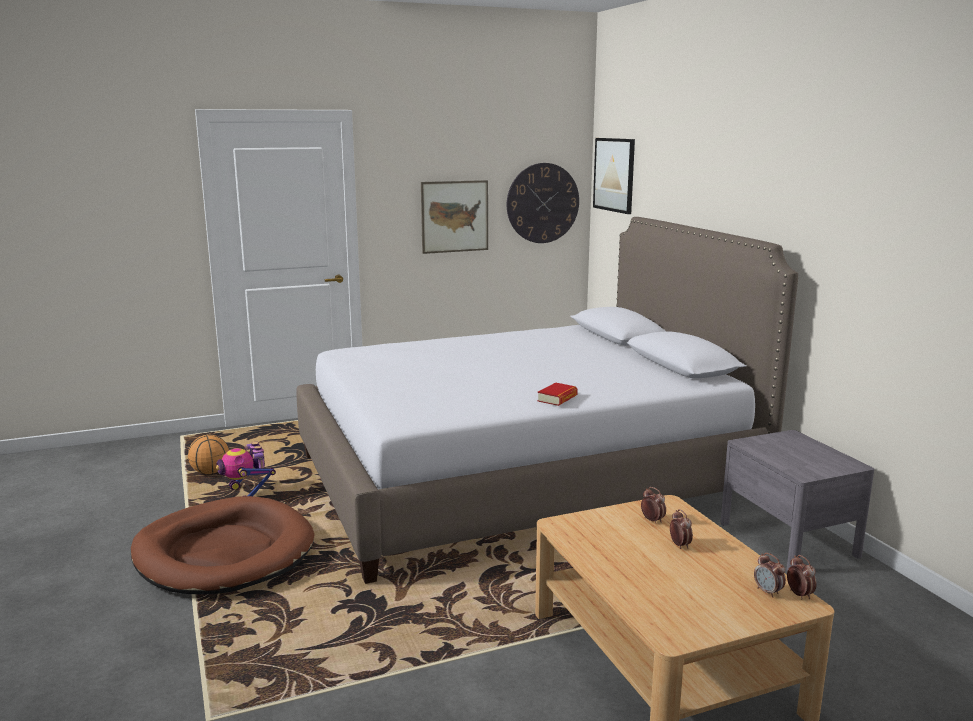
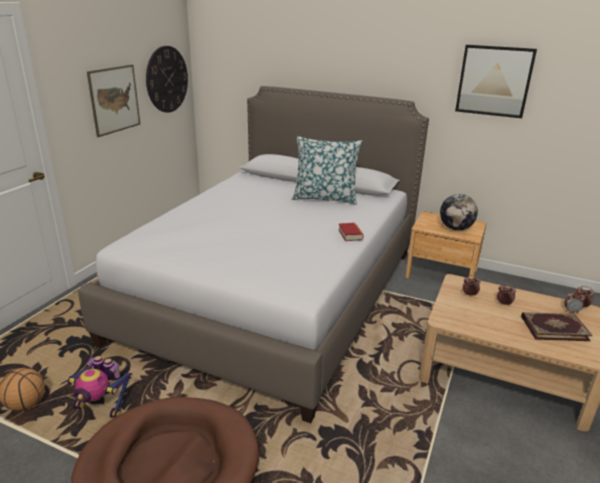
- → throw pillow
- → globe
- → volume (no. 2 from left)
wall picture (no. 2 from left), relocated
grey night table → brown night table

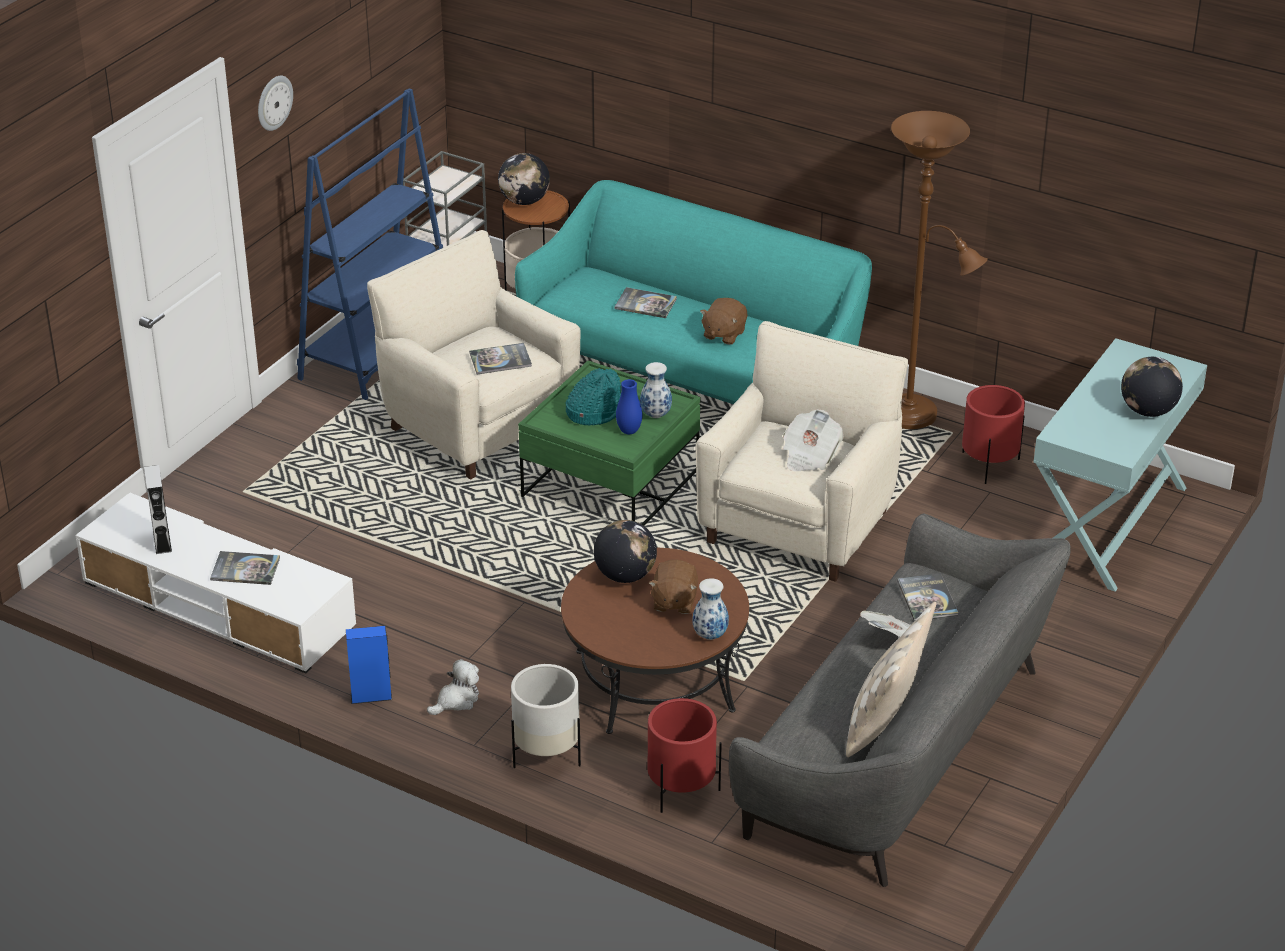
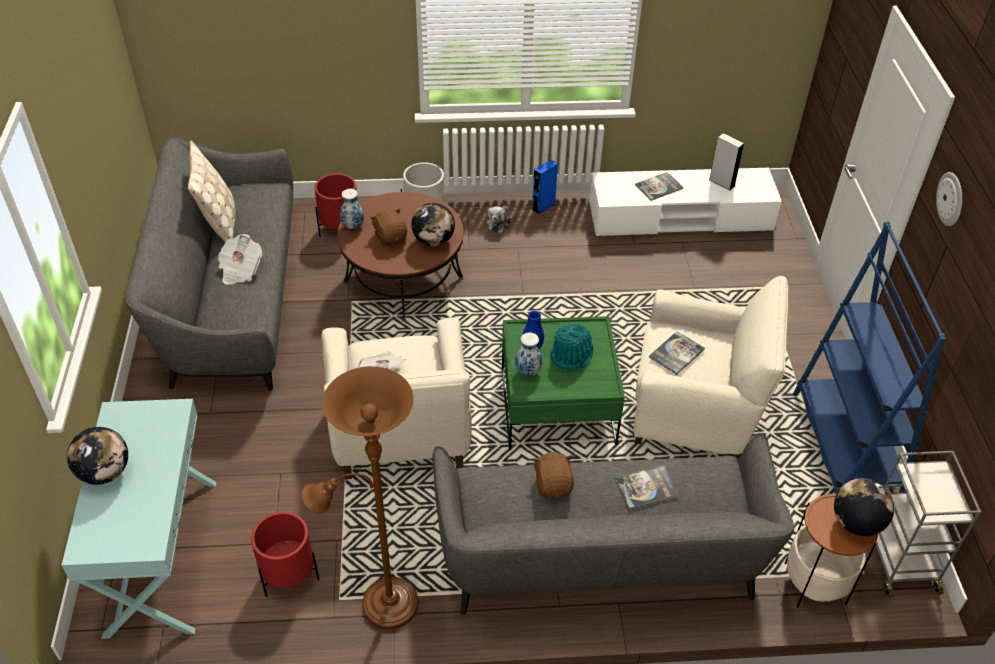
volume (no. 4 from left) → -
turquoise-coloured sofa → grey sofa (no. 2 from left)

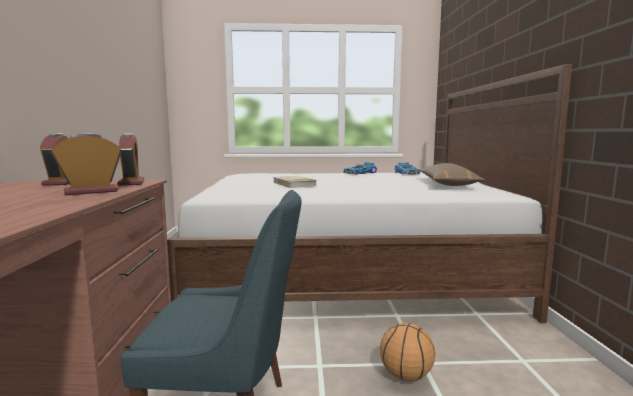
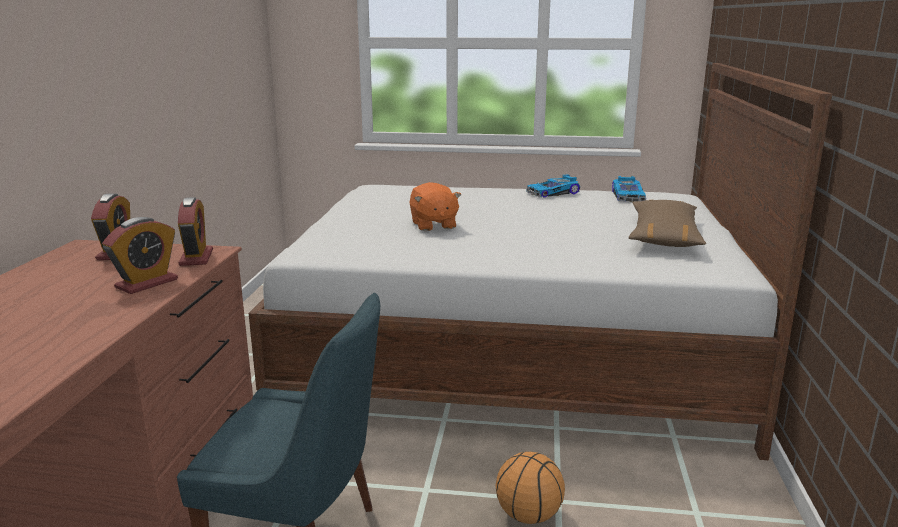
volume → orangey cuddly toy
alarm clock (no. 2 from left), 150 degrees clockwise

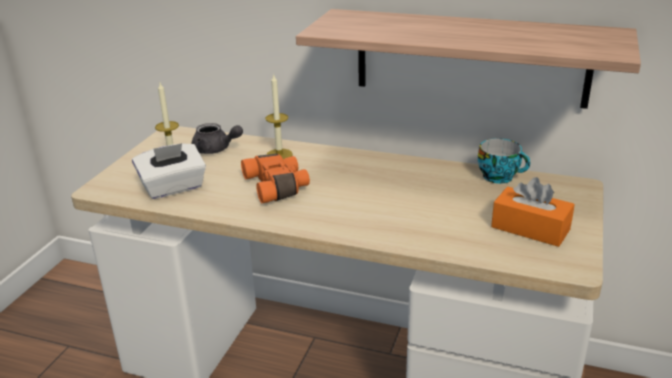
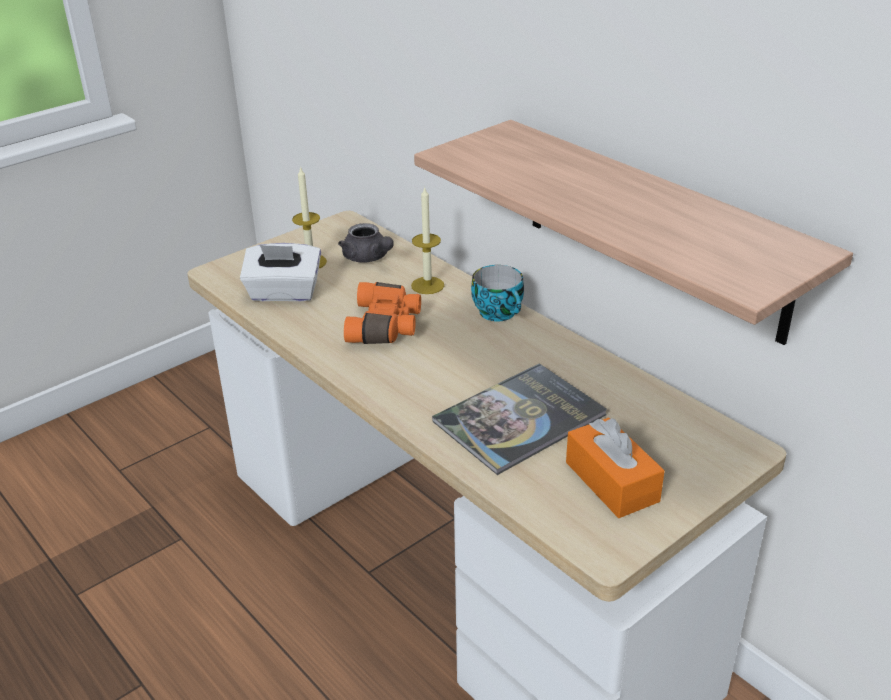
- → volume
small cup, relocated

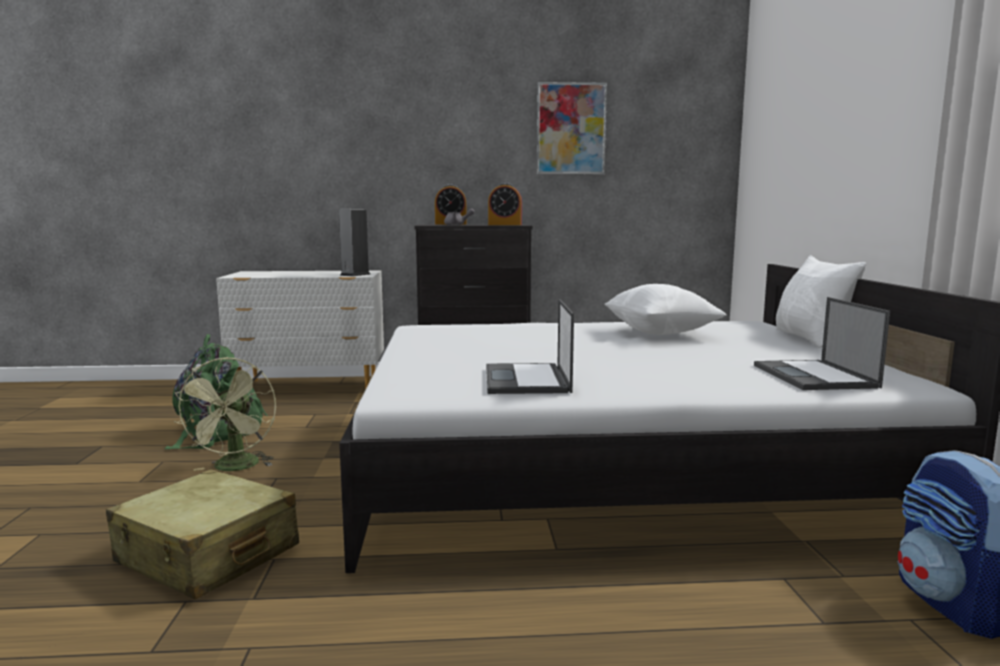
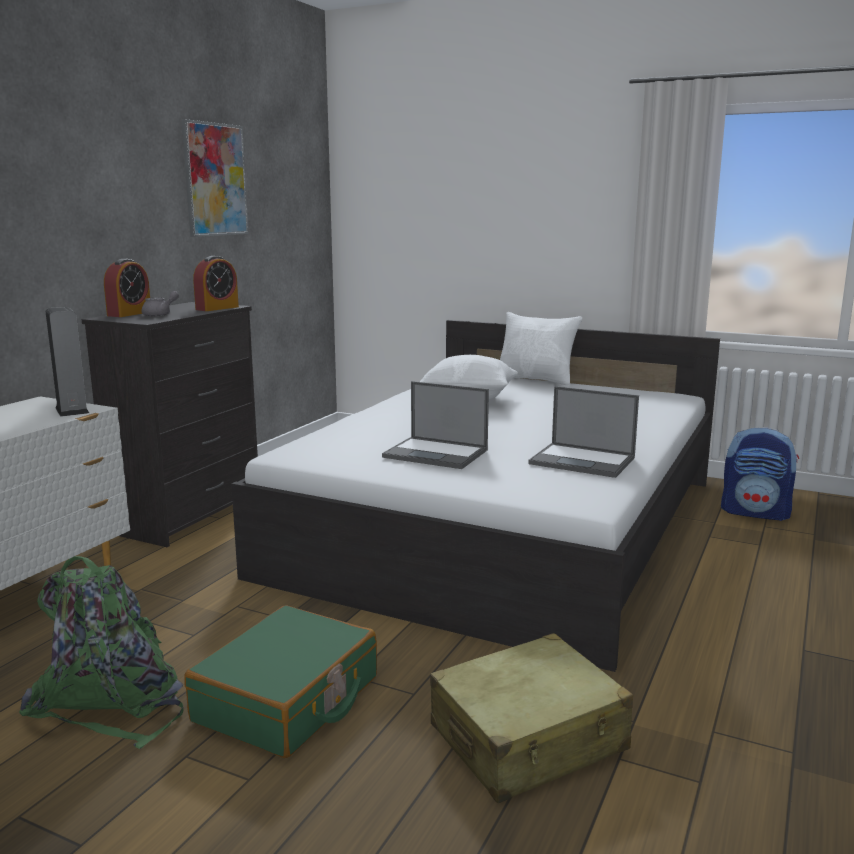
notebook computer (no. 2 from left in the first image) → notebook computer (no. 1 from left), relocated
green-coloured cooling fan → green-coloured travel case

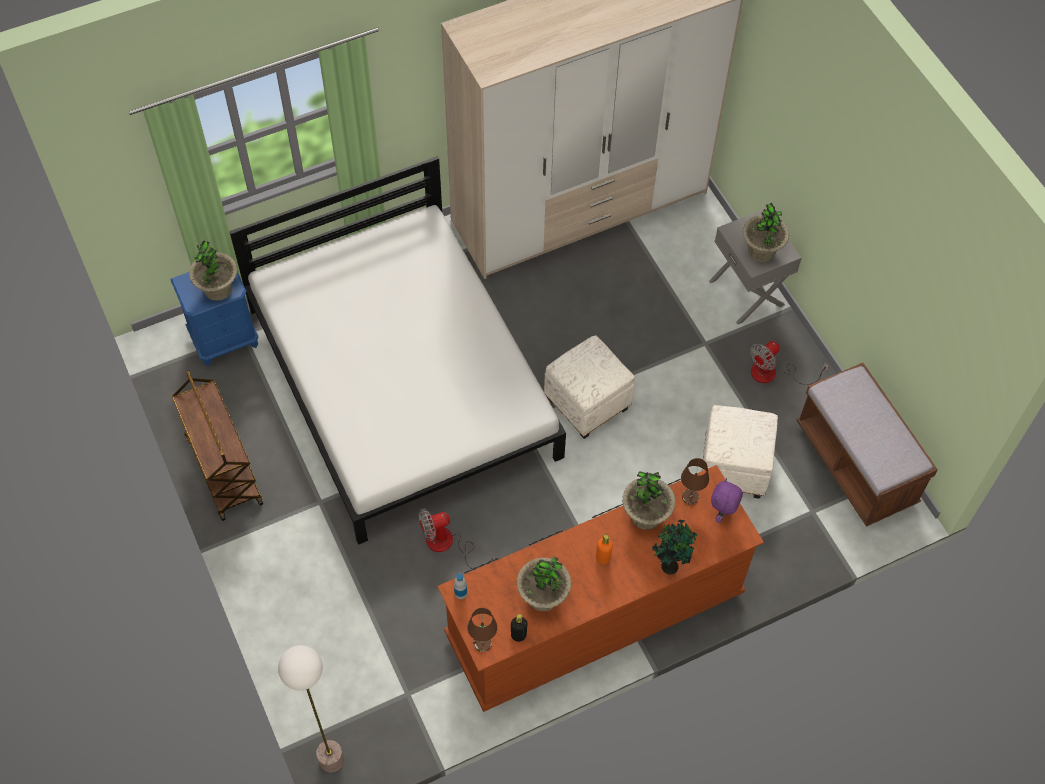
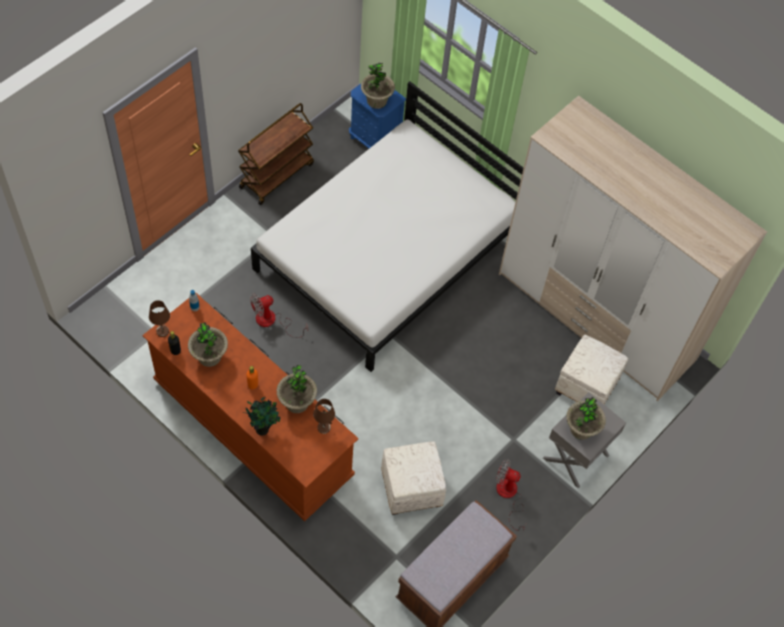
standing lamp → -
purplish cuddly toy → -
white-coloured pouffe (no. 1 from left in the first image) → white-coloured pouffe (no. 2 from left), relocated
cooling fan (no. 1 from left), 75 degrees counterclockwise

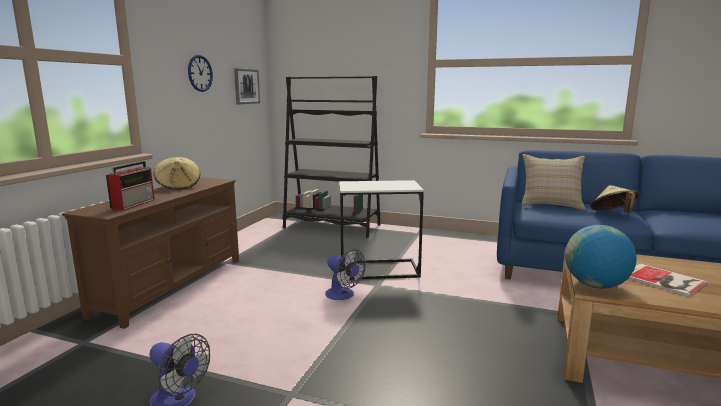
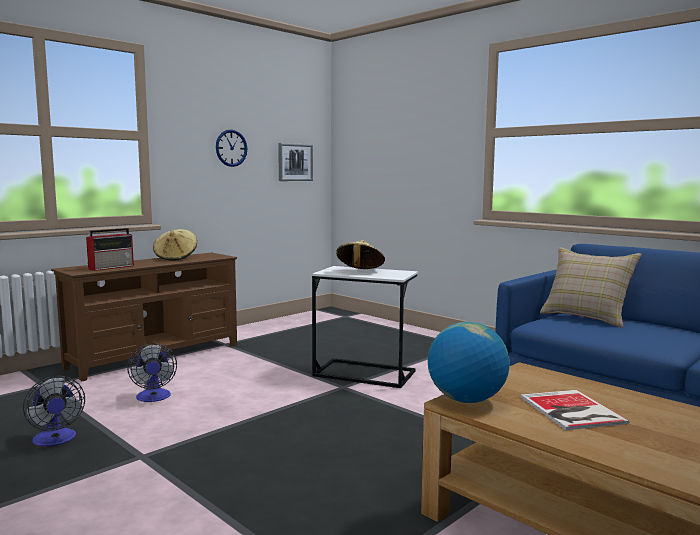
black bookcase → -
cooling fan (no. 2 from left), relocated
beige clothing hat (no. 2 from left), relocated

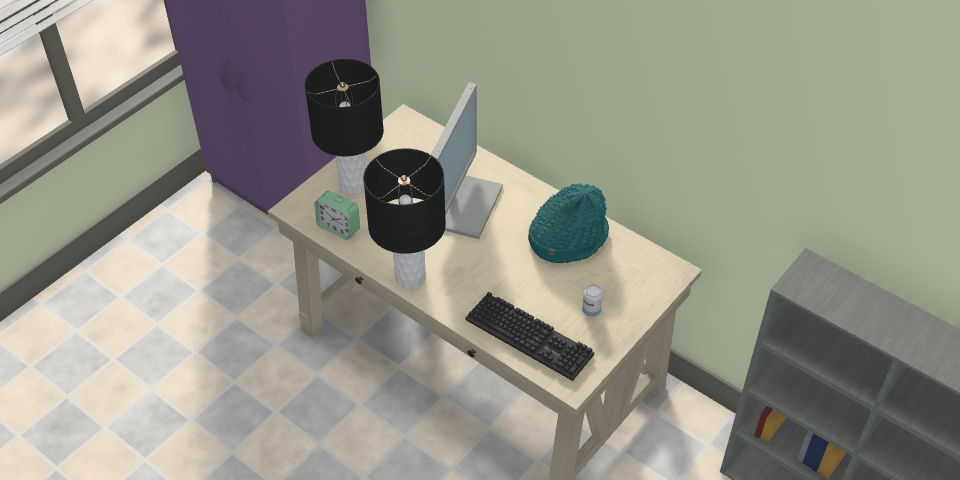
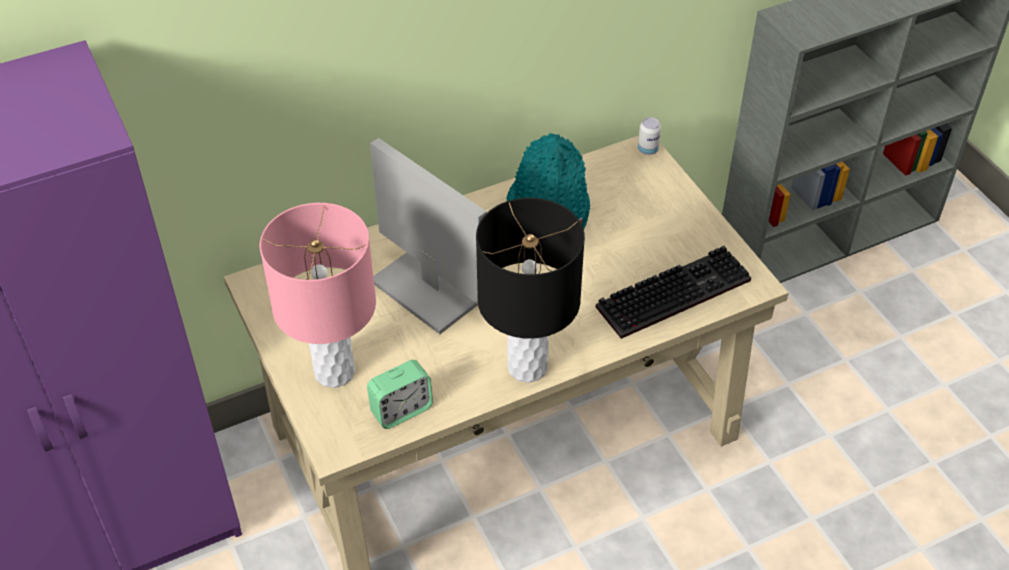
can, relocated
black tabletop lamp (no. 1 from left) → pink-coloured tabletop lamp

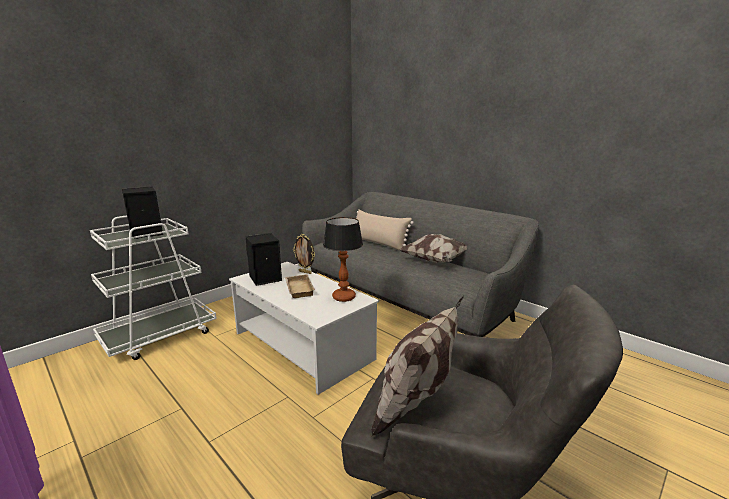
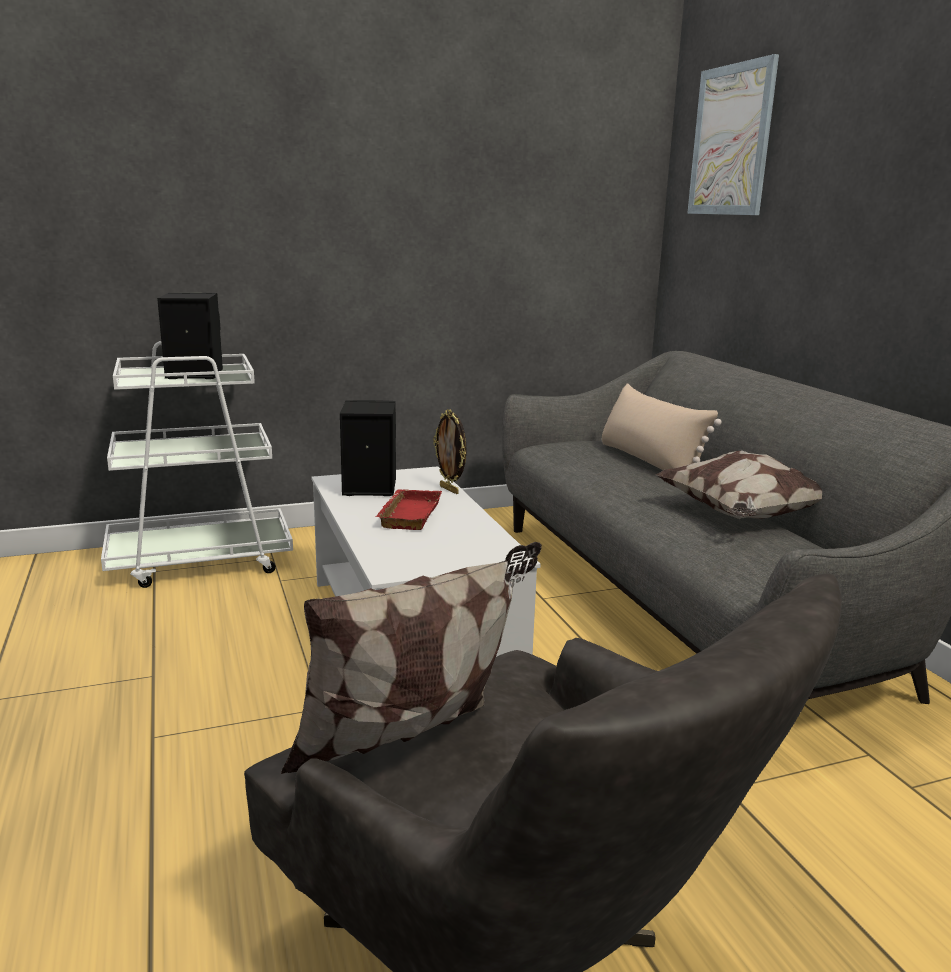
tabletop lamp → -
- → wall picture
beige tray → red tray

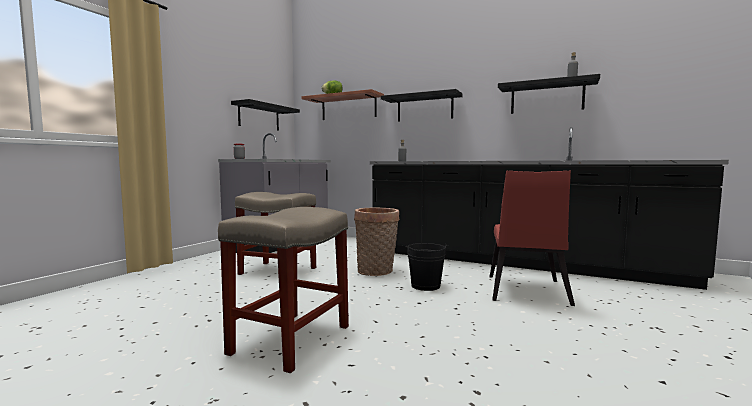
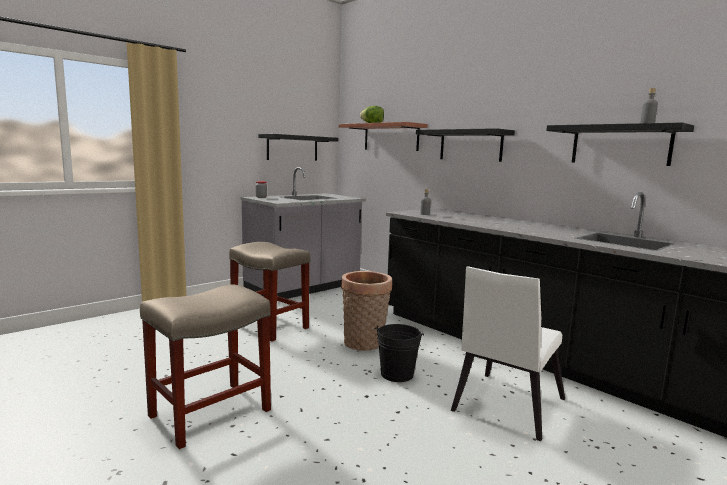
red chair → white-coloured chair

